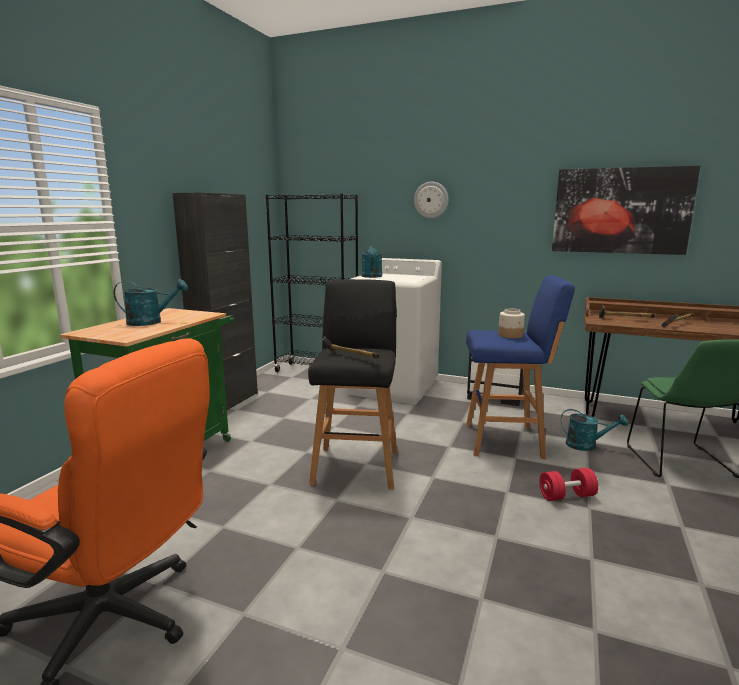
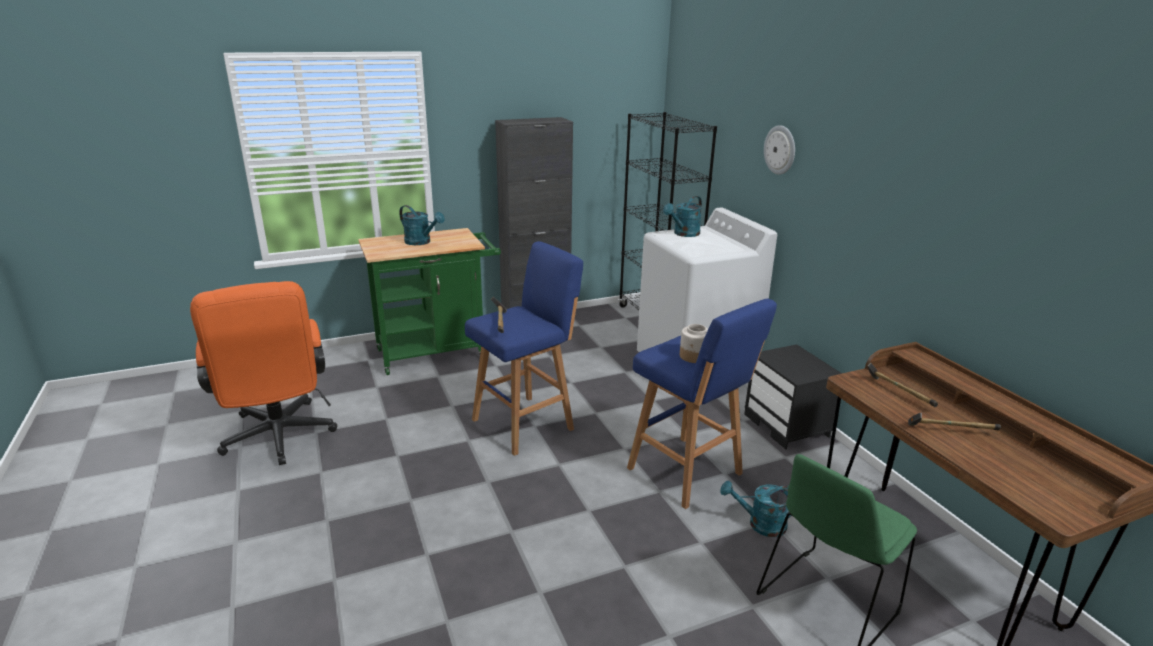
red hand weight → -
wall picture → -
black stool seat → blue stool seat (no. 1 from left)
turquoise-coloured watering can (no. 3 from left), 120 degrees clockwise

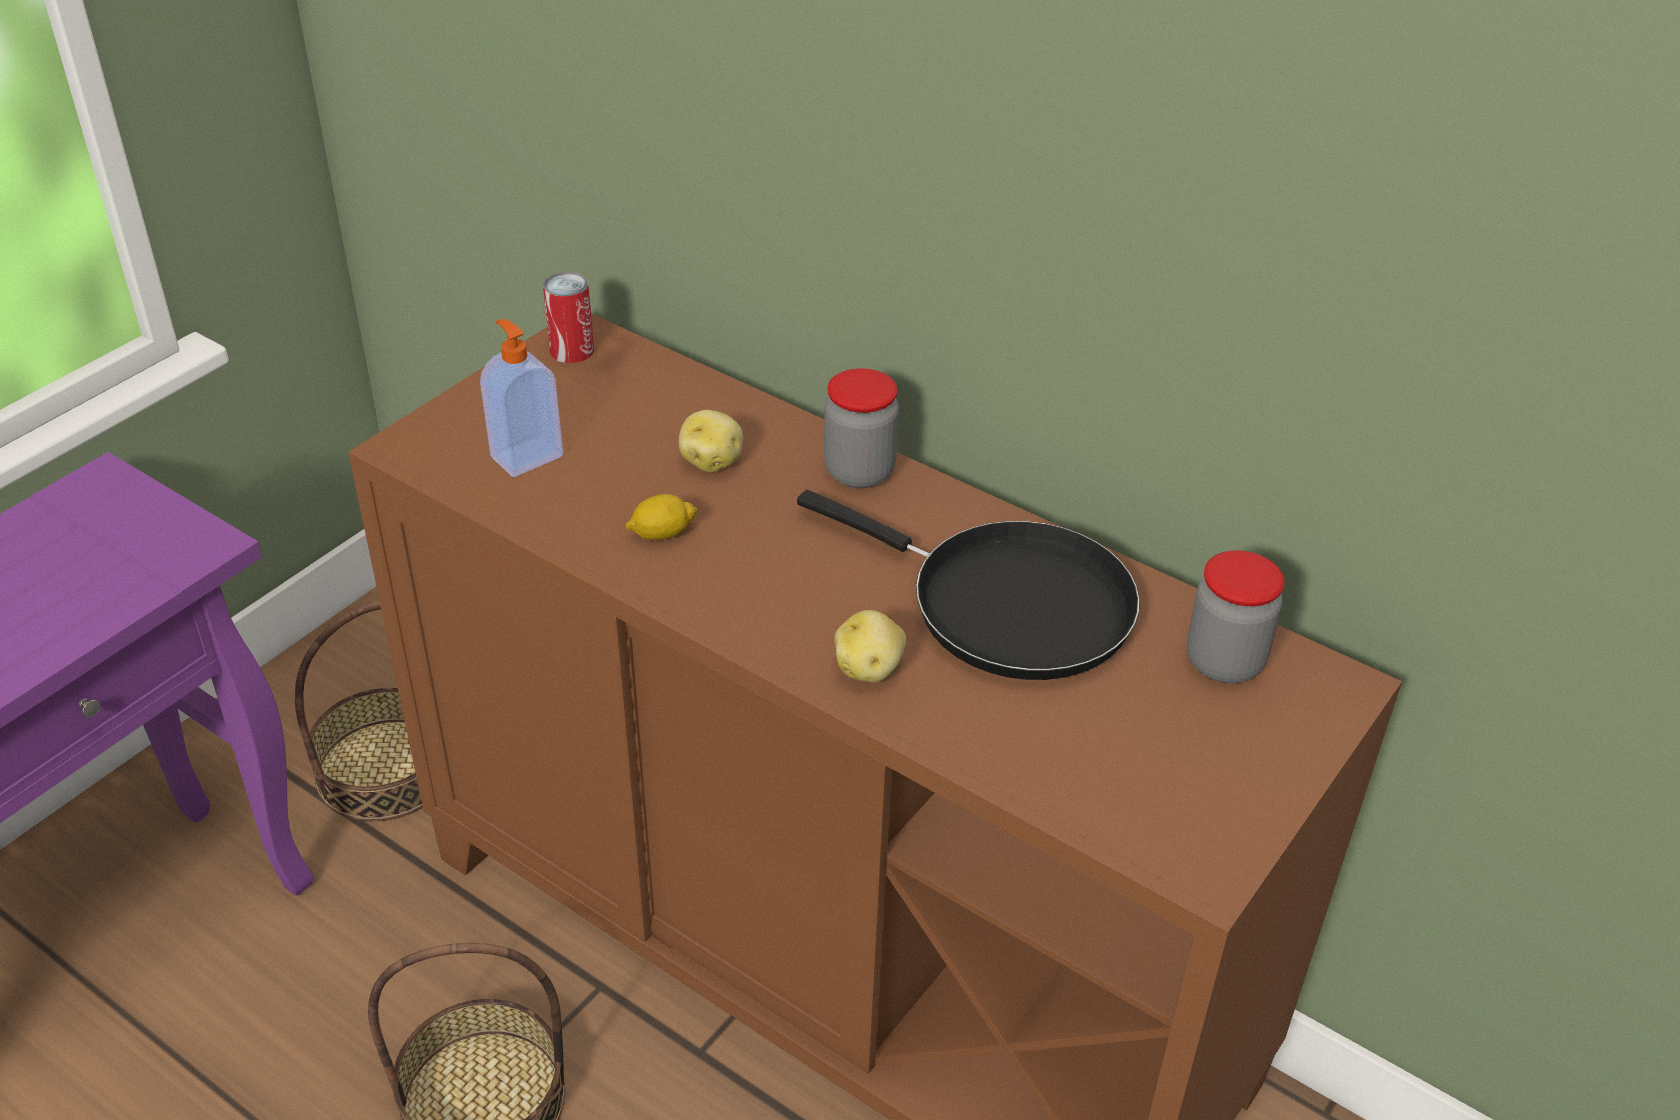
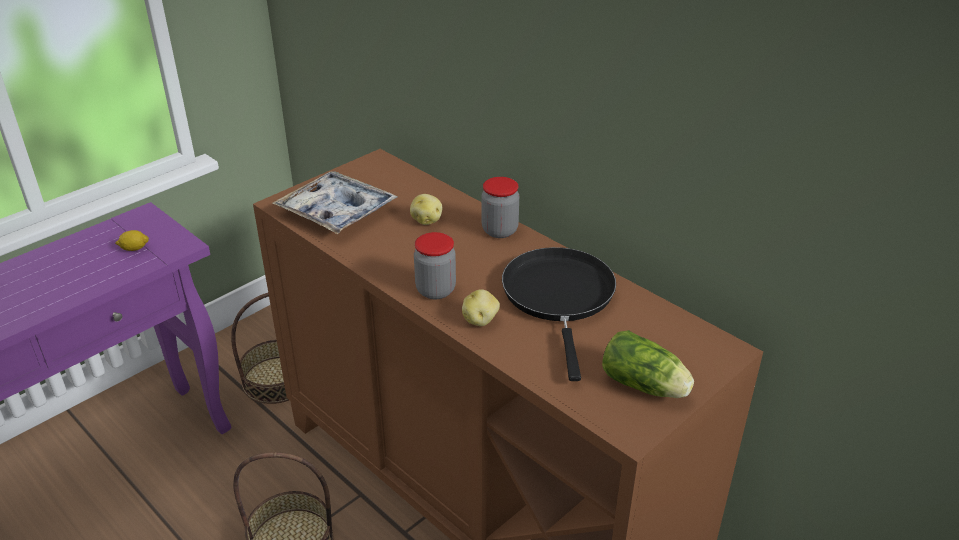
can → -
- → head of lettuce
citrus fruit, relocated
jar (no. 2 from left in the first image) → jar (no. 1 from left), relocated
soap bottle → tray
black frying pan, 135 degrees counterclockwise

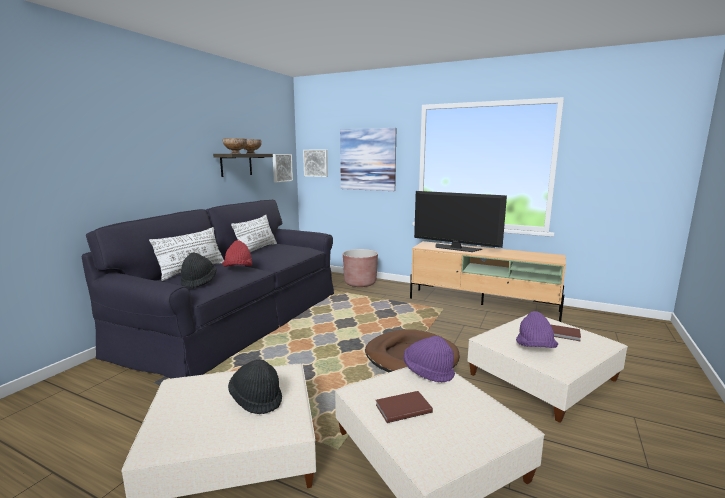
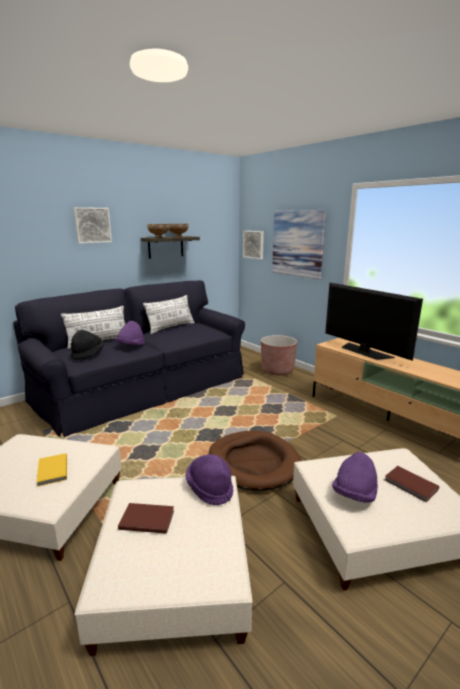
wall picture (no. 1 from left), relocated
black clothing hat (no. 2 from left) → yellow-coloured volume
red clothing hat → purplish clothing hat (no. 1 from left)

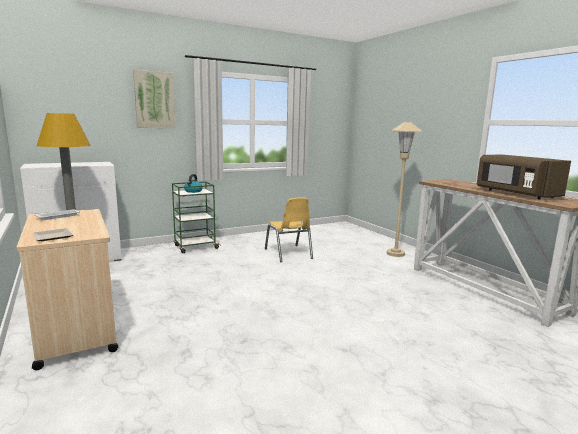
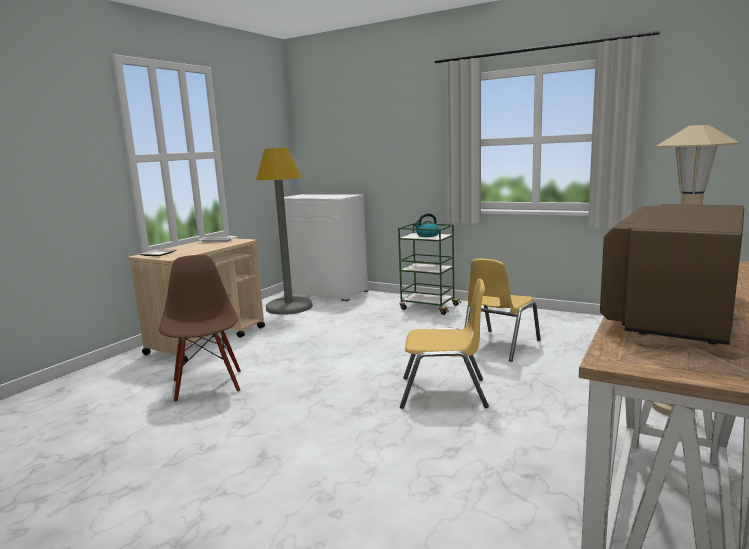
wall picture → -
- → brown chair
- → yellow-coloured chair (no. 1 from left)

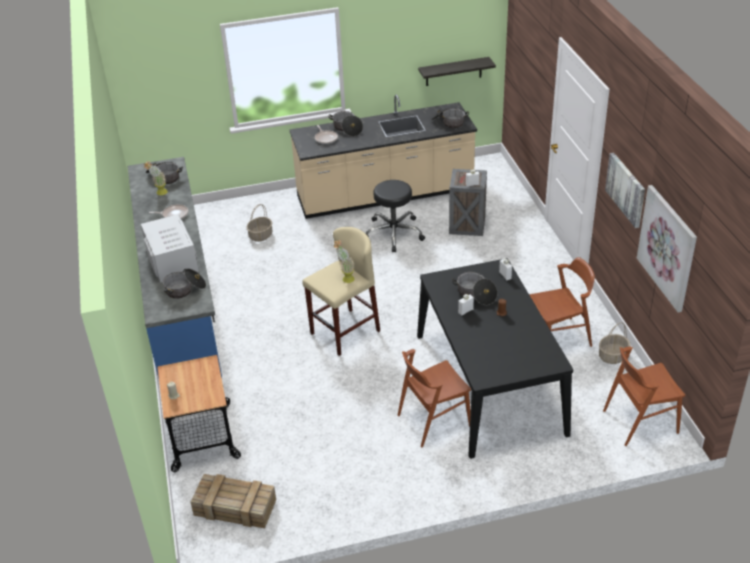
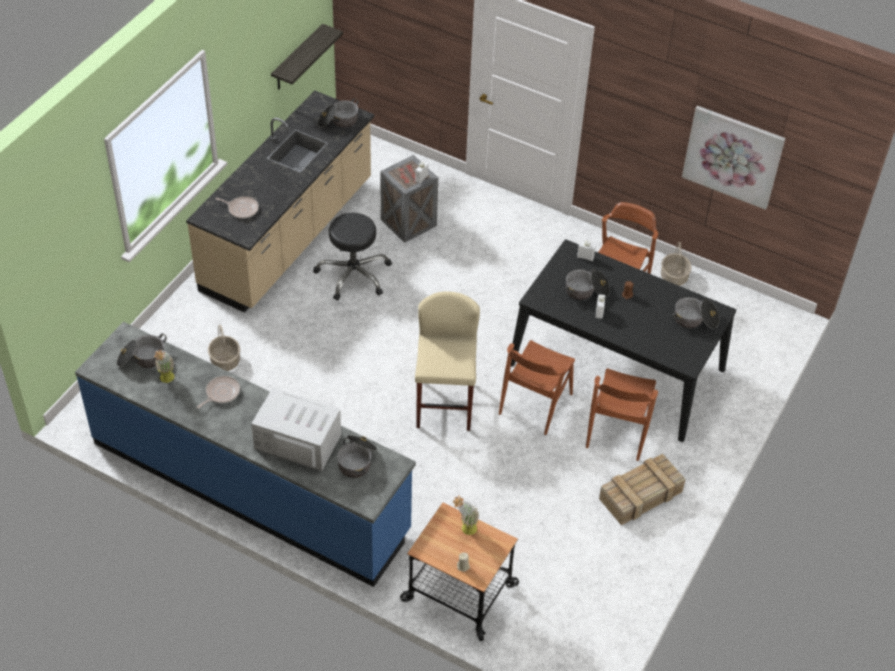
wall picture (no. 1 from left) → -
packing crate (no. 1 from left in the first image) → packing crate (no. 2 from left), relocated
saucepot (no. 3 from left in the first image) → saucepot (no. 5 from left), relocated
potted plant (no. 2 from left), relocated
brown chair (no. 3 from left in the first image) → brown chair (no. 1 from left), relocated

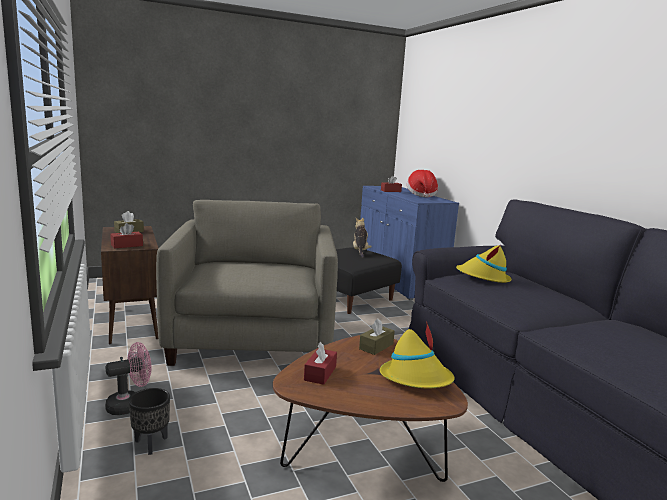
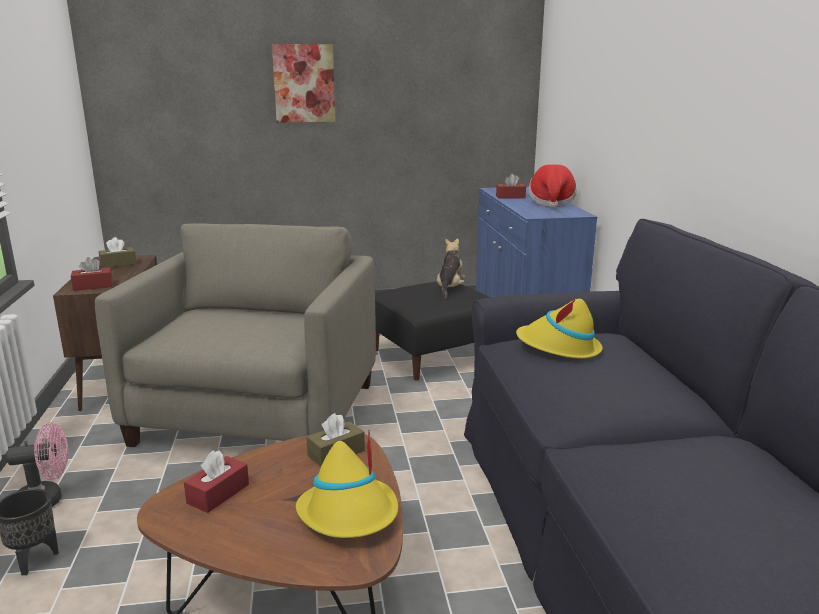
- → wall picture

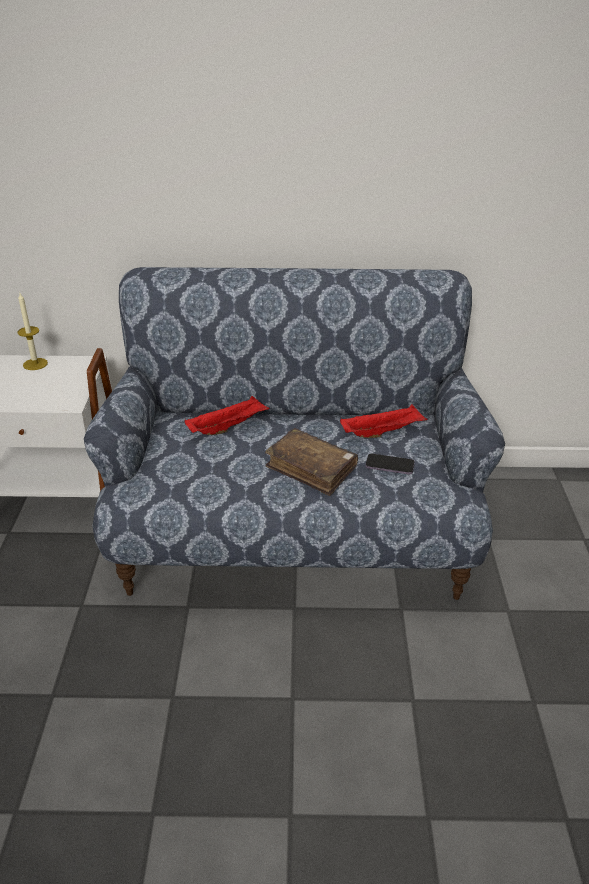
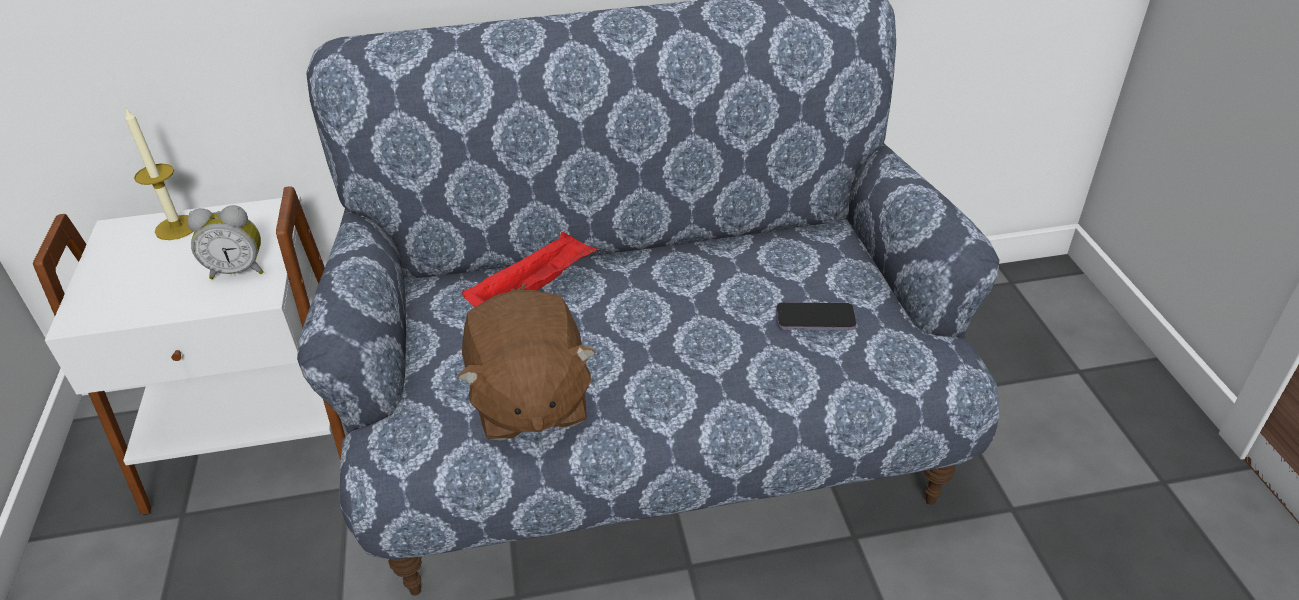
brown volume → -
red tray (no. 2 from left) → -
- → alarm clock
- → brown cuddly toy

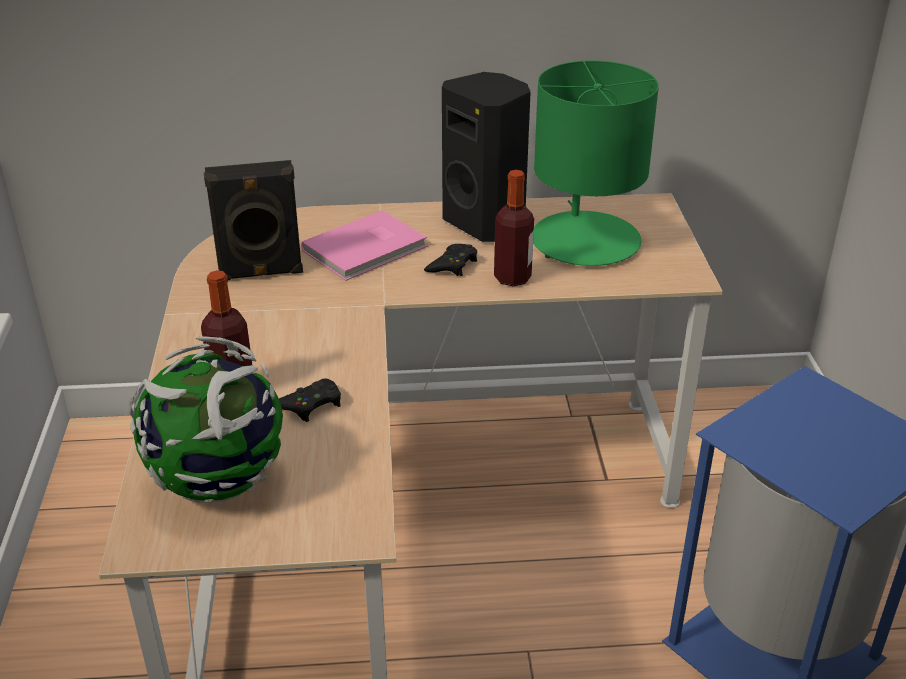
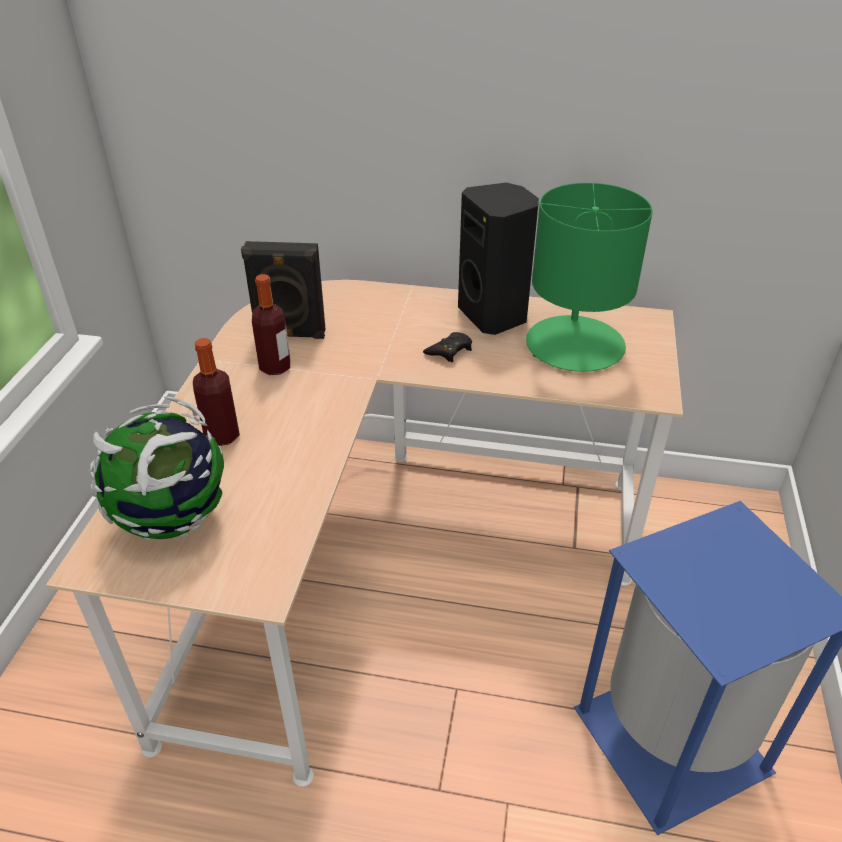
black joypad (no. 1 from left) → -
pink-coloured volume → -
drink bottle (no. 2 from left), relocated

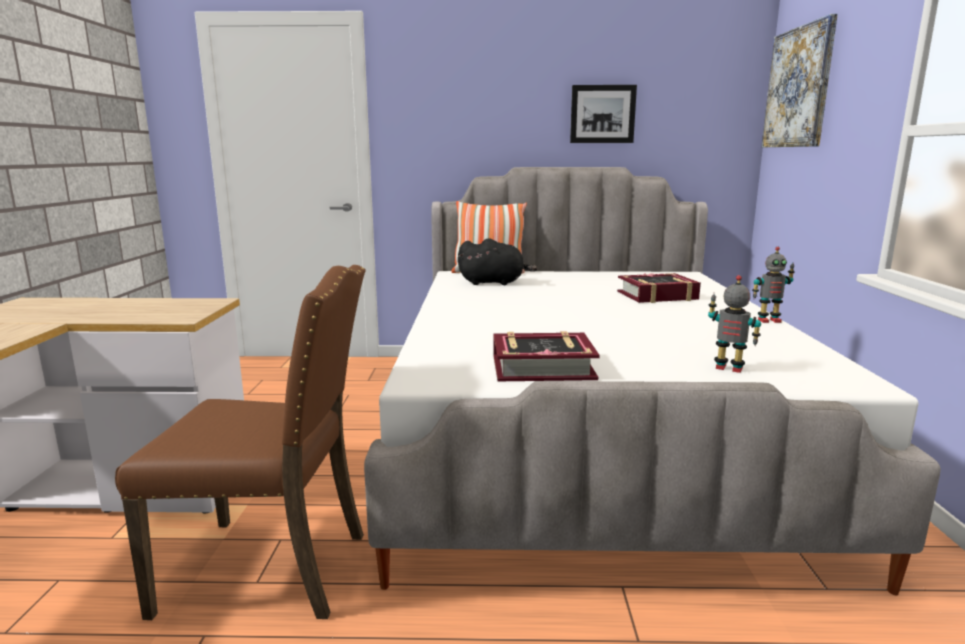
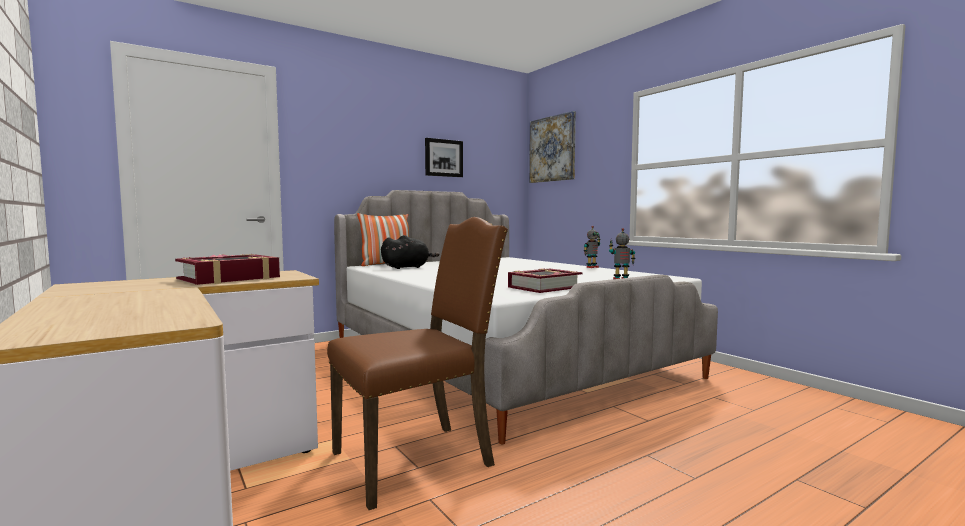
volume (no. 2 from left in the first image) → volume (no. 1 from left), relocated

